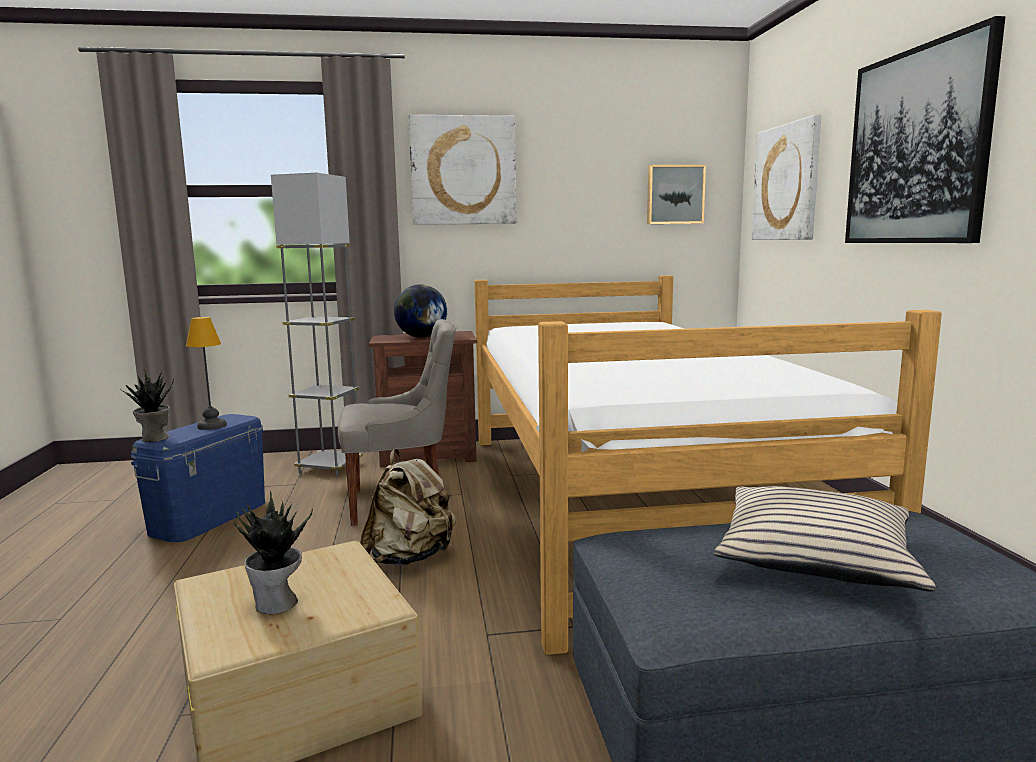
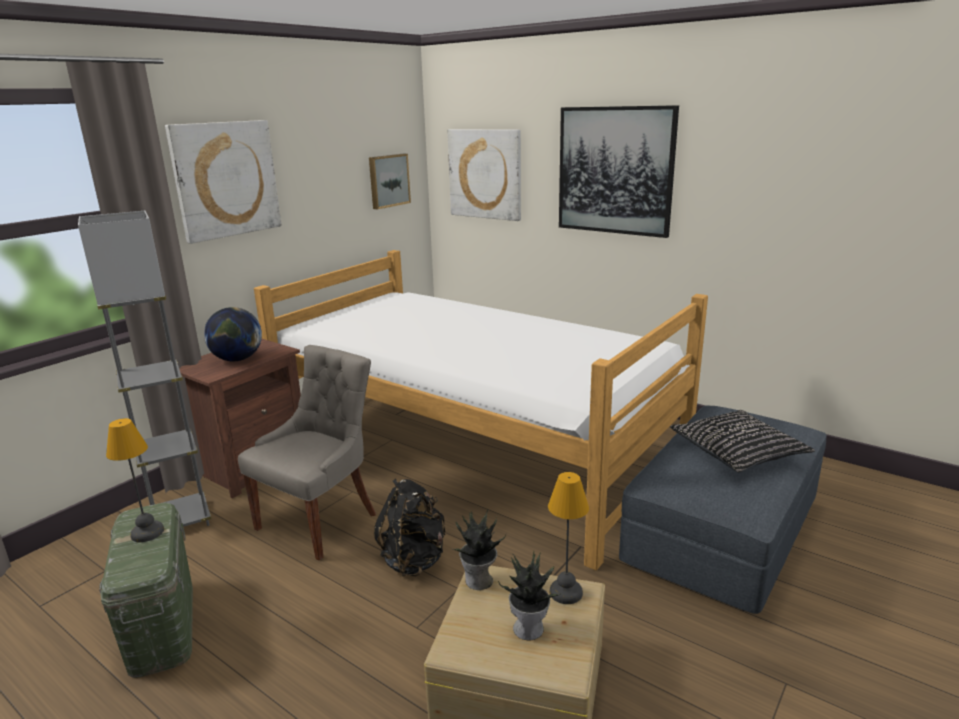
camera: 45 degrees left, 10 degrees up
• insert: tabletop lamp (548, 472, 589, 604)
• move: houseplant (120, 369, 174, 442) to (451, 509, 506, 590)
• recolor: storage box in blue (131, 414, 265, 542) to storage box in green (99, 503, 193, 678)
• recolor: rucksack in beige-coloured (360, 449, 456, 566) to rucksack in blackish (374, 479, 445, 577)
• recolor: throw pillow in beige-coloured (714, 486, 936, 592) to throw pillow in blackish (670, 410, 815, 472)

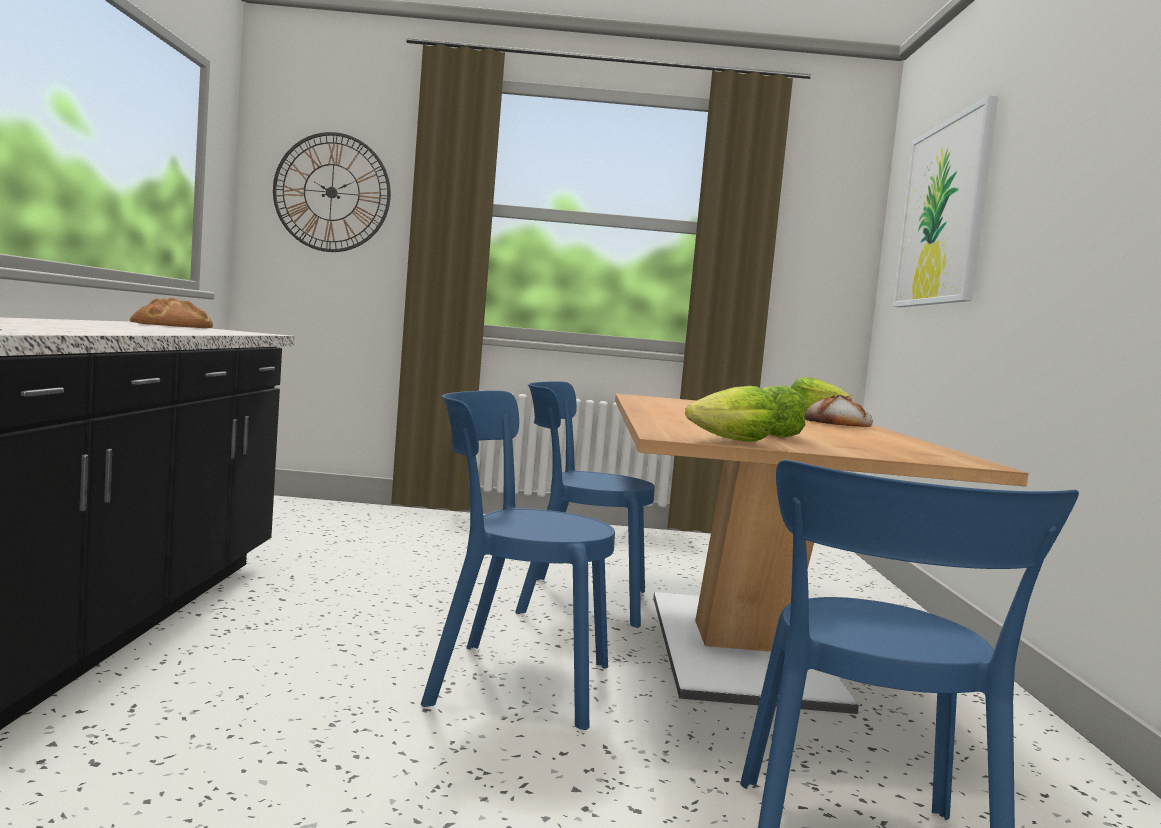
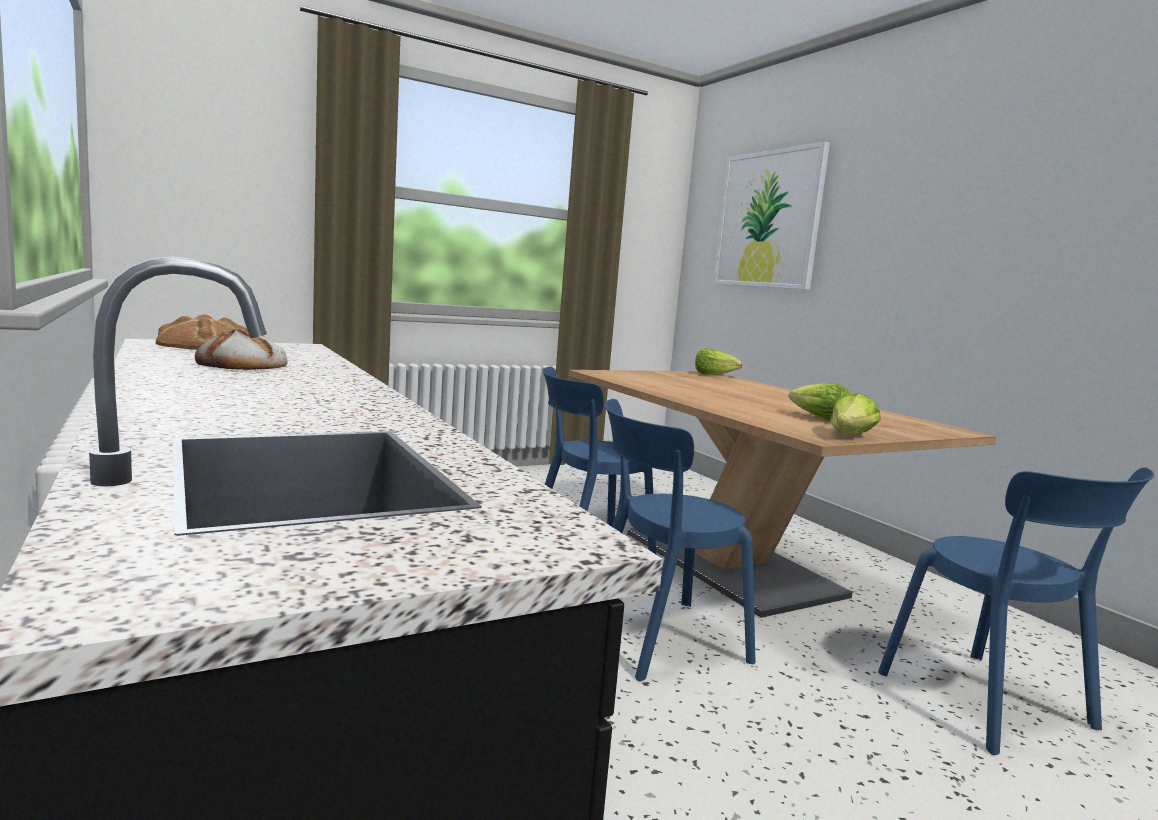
camera: 30 degrees left, 5 degrees up
• delete: hanging clock (273, 132, 391, 252)
• move: bakery bread (805, 395, 873, 427) to (195, 329, 287, 370)

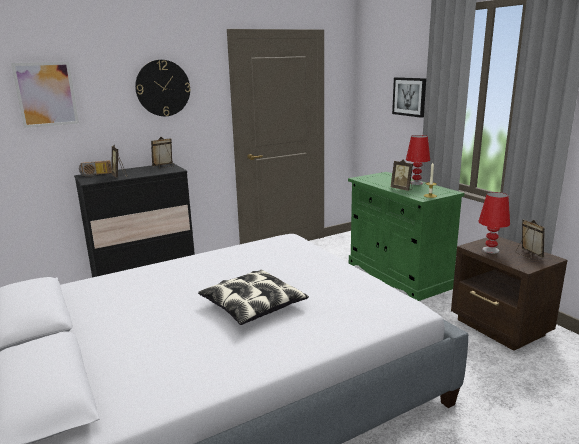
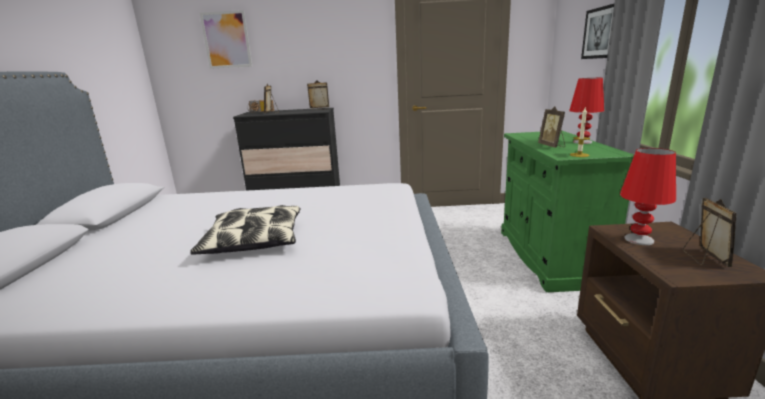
camera: 30 degrees right, 0 degrees up
• delete: hanging clock (135, 60, 190, 116)

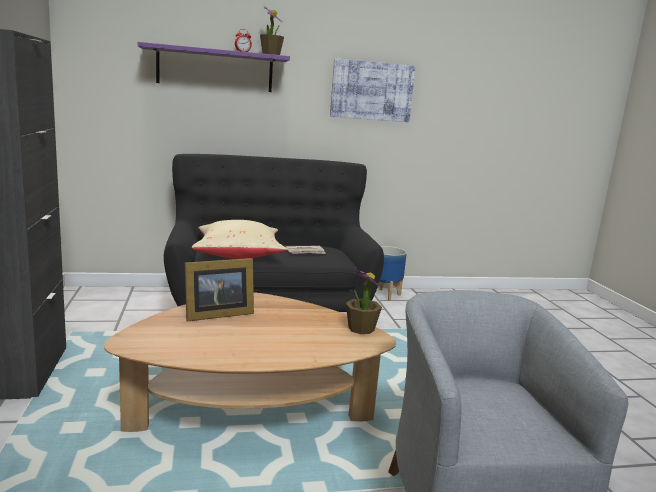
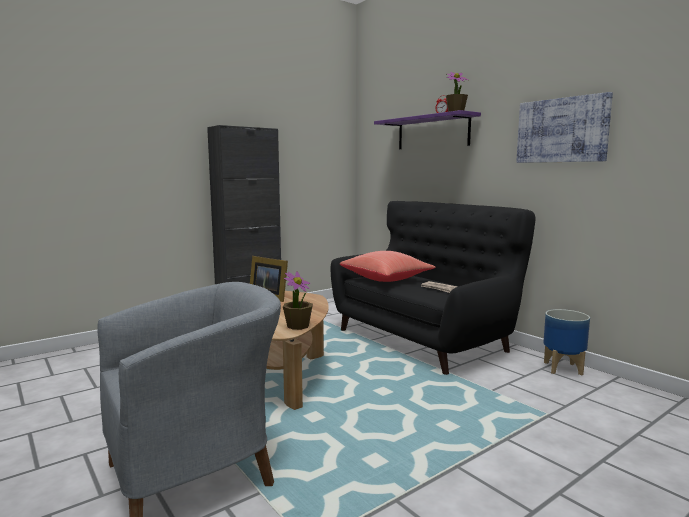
camera: 65 degrees right, 5 degrees down
• recolor: throw pillow in beige-coloured (192, 220, 287, 259) to throw pillow in red-coloured (340, 251, 435, 282)

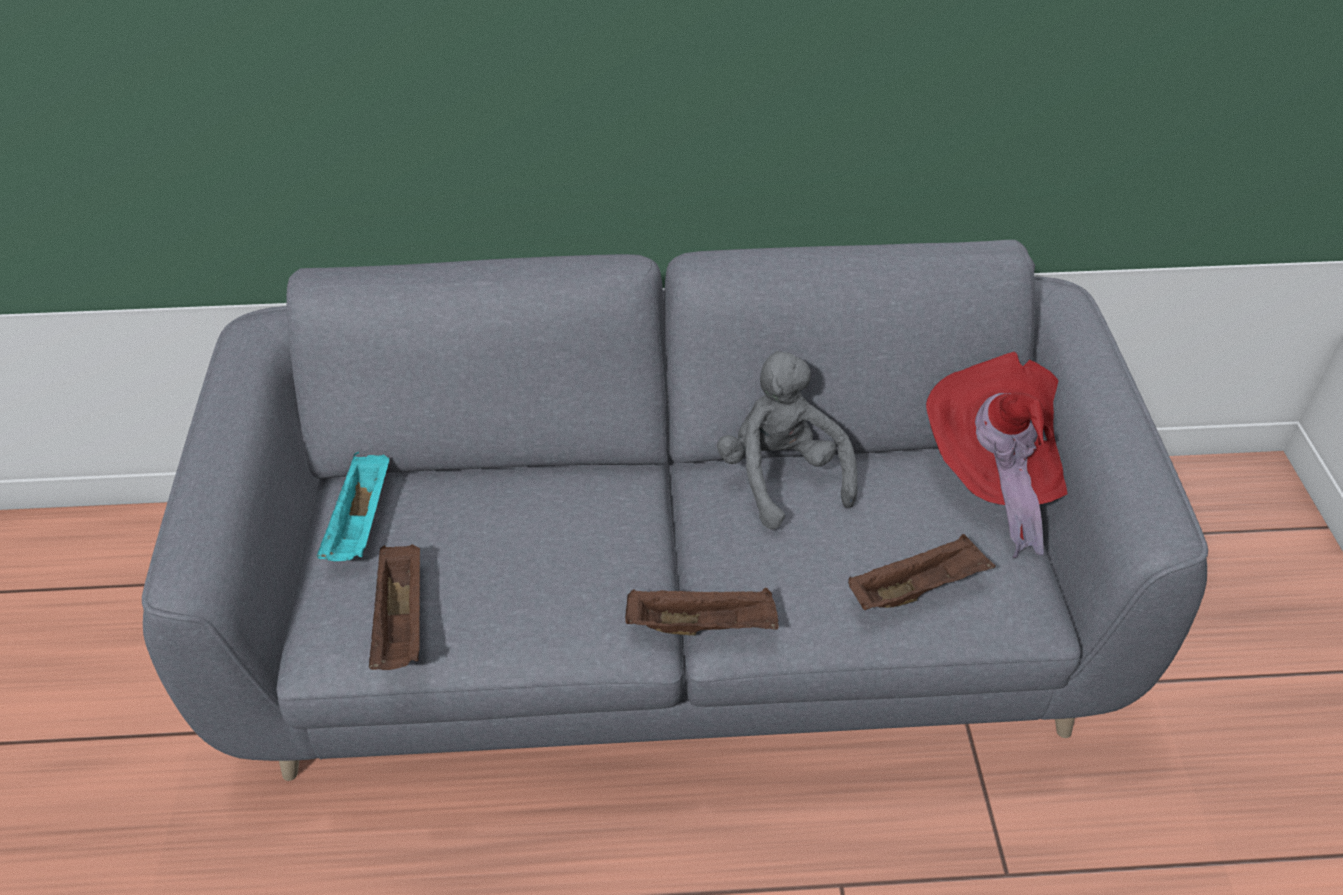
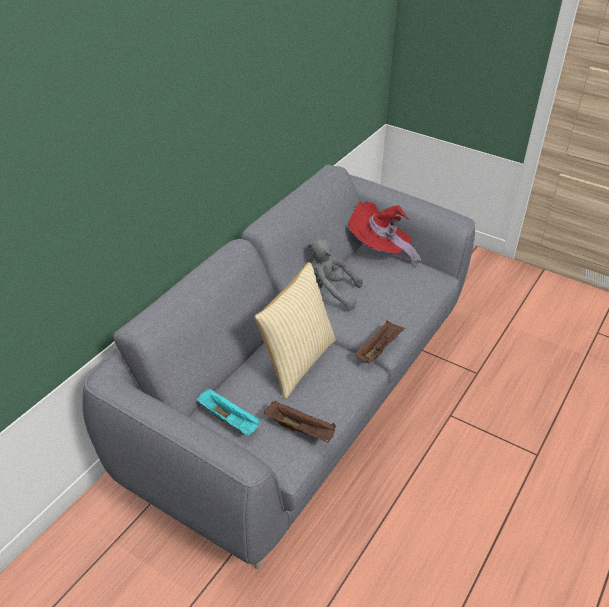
camera: 55 degrees left, 5 degrees down
• delete: serving tray in brown (848, 534, 996, 610)
• insert: throw pillow (254, 262, 336, 399)

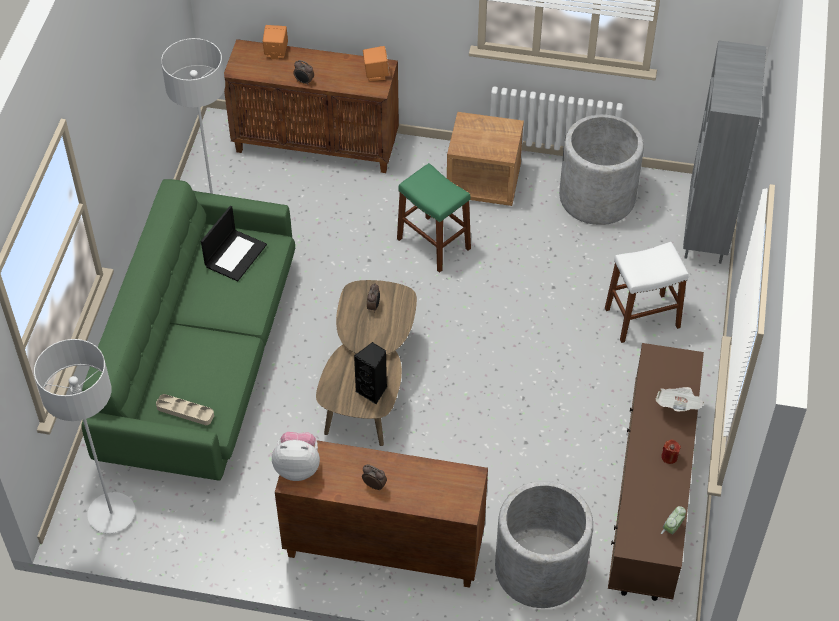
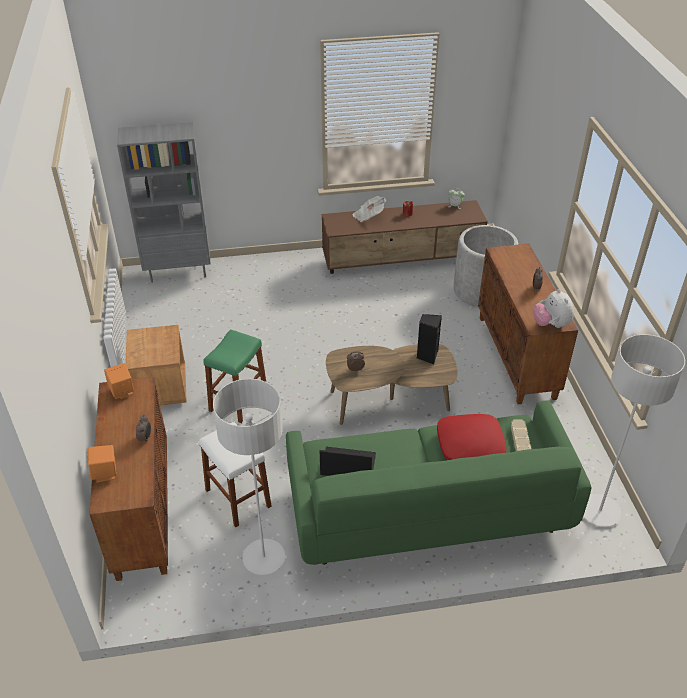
camera: 110 degrees left, 10 degrees down
• delete: plant pot in greyish (559, 114, 644, 225)
• insert: throw pillow in red-coloured (437, 414, 506, 460)
• move: stool in white (605, 242, 689, 343) to (199, 422, 272, 527)

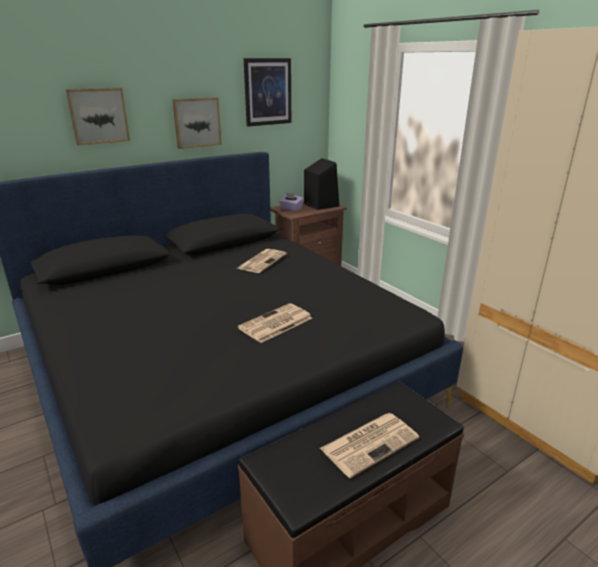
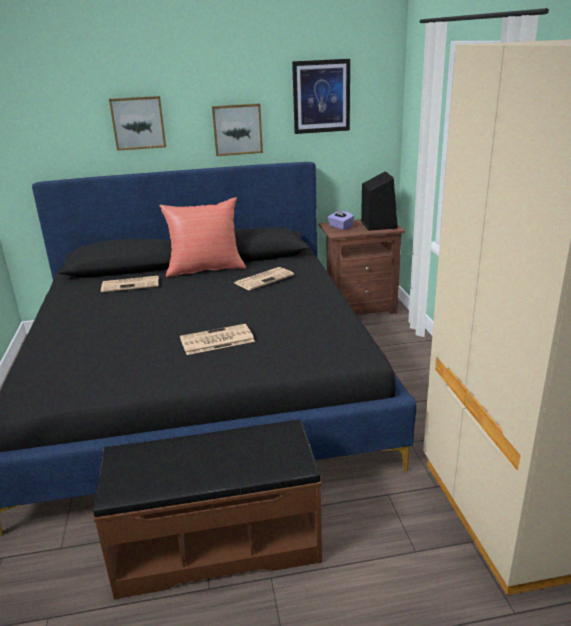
camera: 25 degrees right, 0 degrees up
• insert: throw pillow in red-coloured (160, 197, 246, 277)
• move: daily paper (320, 413, 419, 478) to (101, 276, 159, 292)

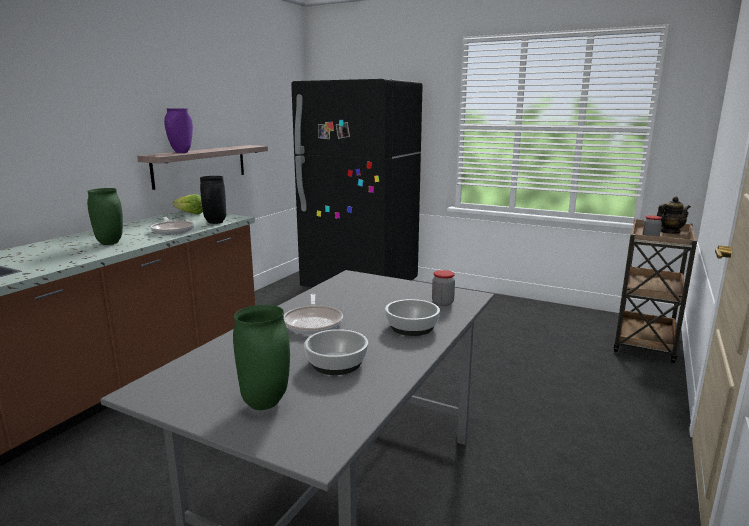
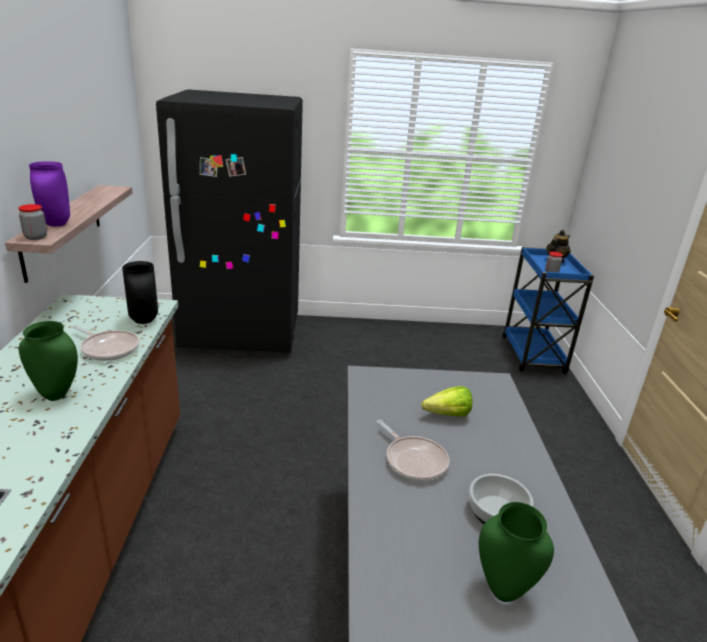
camera: 30 degrees left, 10 degrees up
• delete: bowl (385, 299, 440, 336)
• move: lettuce head (173, 194, 203, 215) to (421, 386, 473, 417)
• move: jar (432, 270, 455, 306) to (18, 204, 47, 240)
• recolor: wheeled cart in brown (614, 219, 697, 363) to wheeled cart in blue (502, 247, 594, 374)

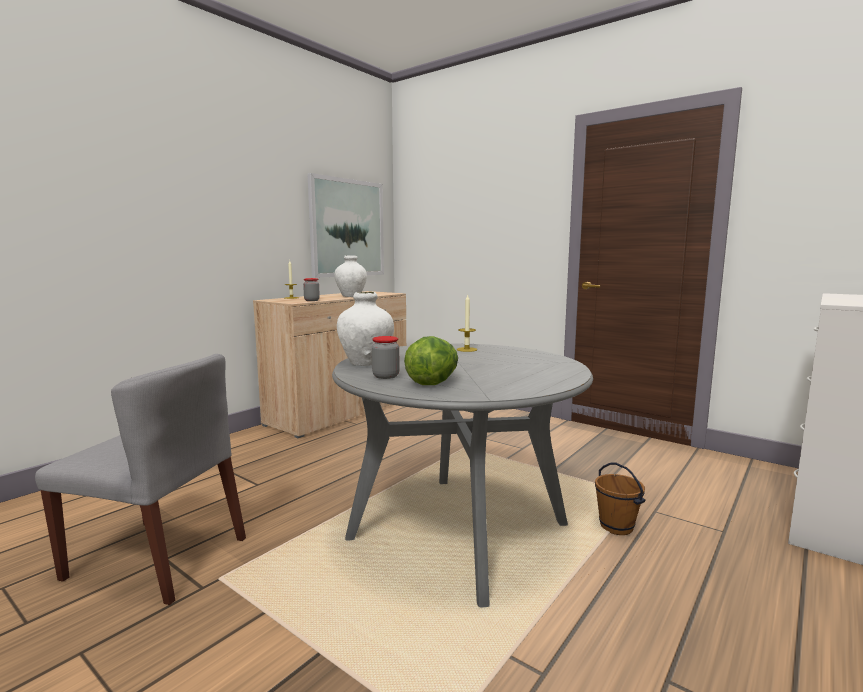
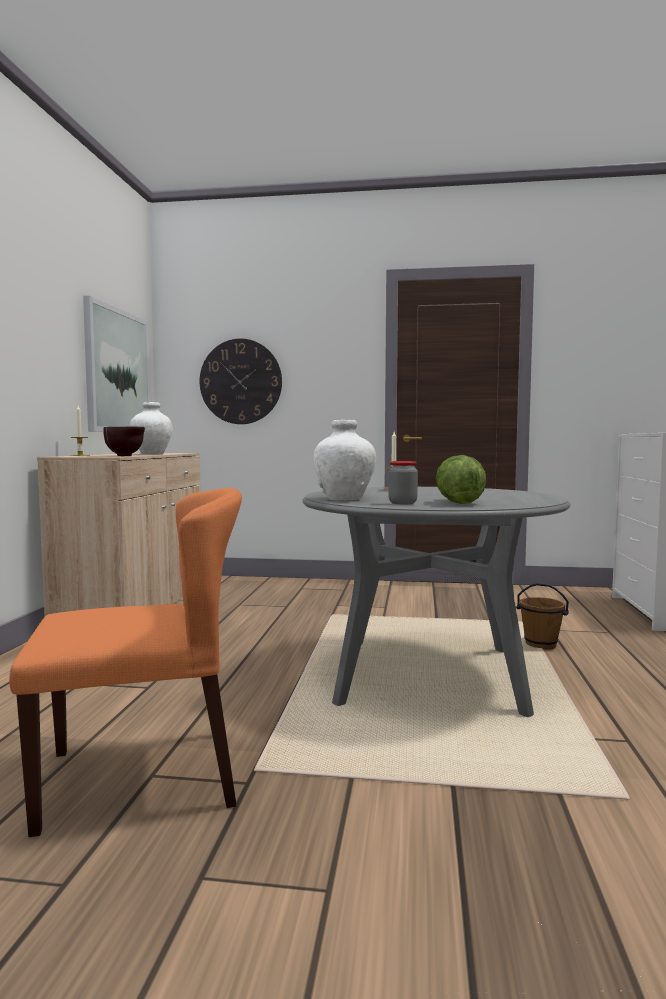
camera: 30 degrees left, 5 degrees down
• insert: hanging clock (199, 339, 282, 424)
• replace: jar (303, 278, 320, 301) to bowl in brown (103, 427, 145, 456)
• recolor: chair in greyish (35, 354, 246, 605) to chair in orange-coloured (9, 488, 242, 837)

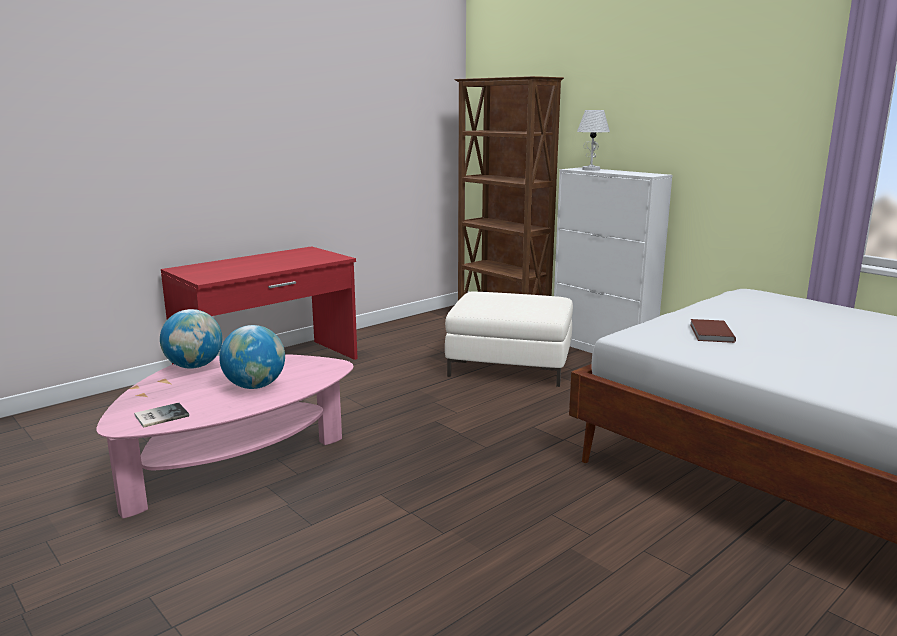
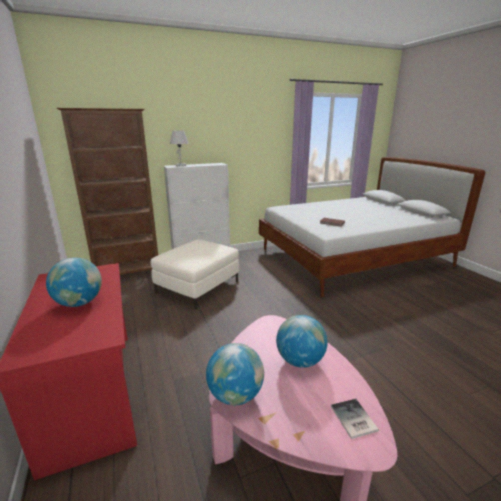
camera: 70 degrees left, 5 degrees up
• insert: globe (46, 258, 102, 307)

